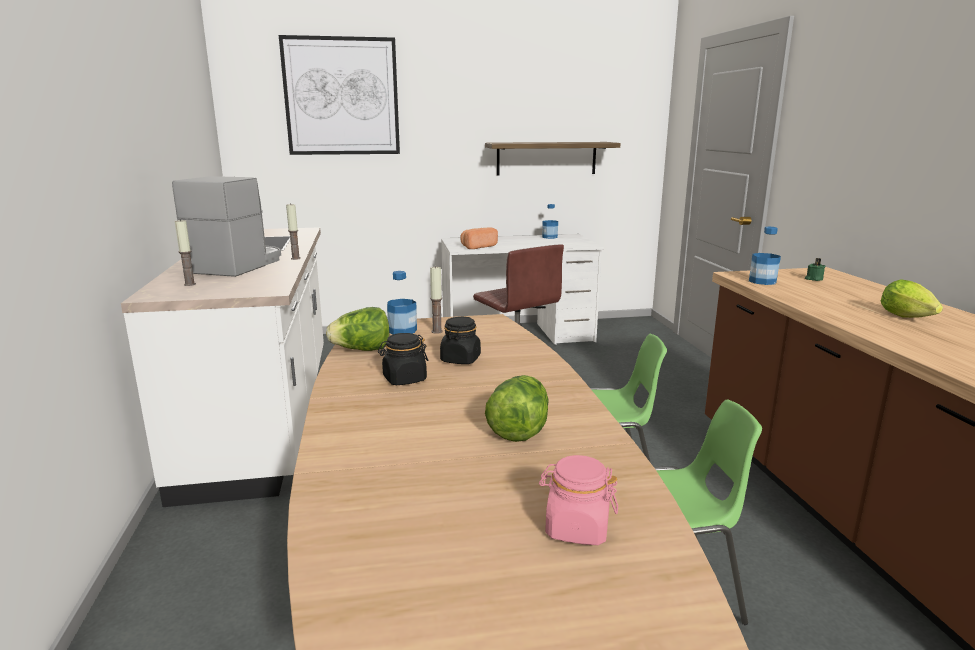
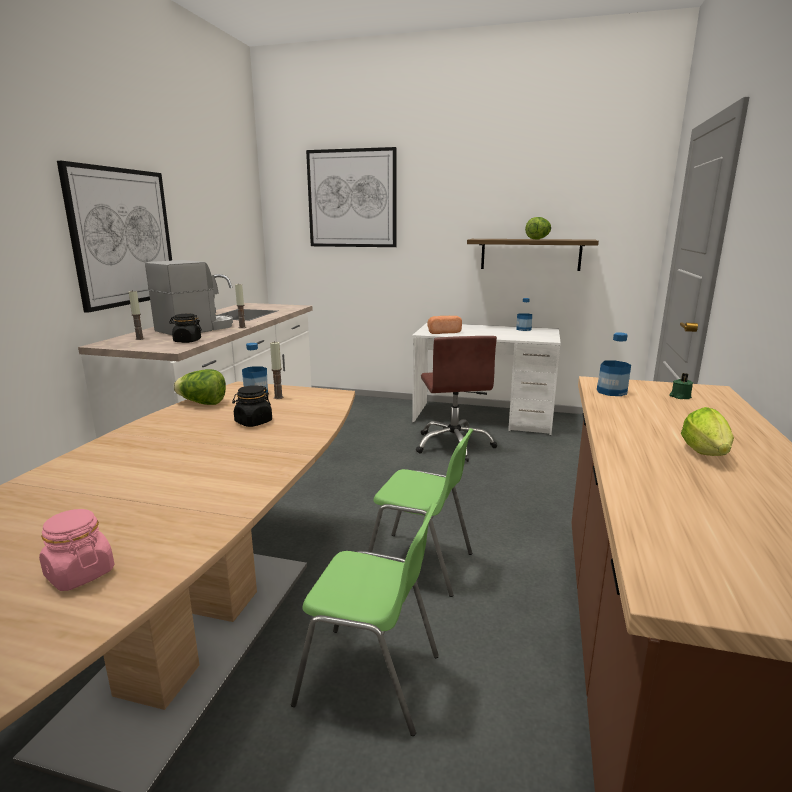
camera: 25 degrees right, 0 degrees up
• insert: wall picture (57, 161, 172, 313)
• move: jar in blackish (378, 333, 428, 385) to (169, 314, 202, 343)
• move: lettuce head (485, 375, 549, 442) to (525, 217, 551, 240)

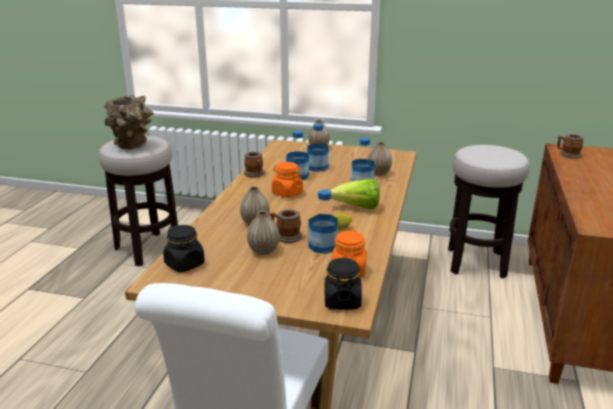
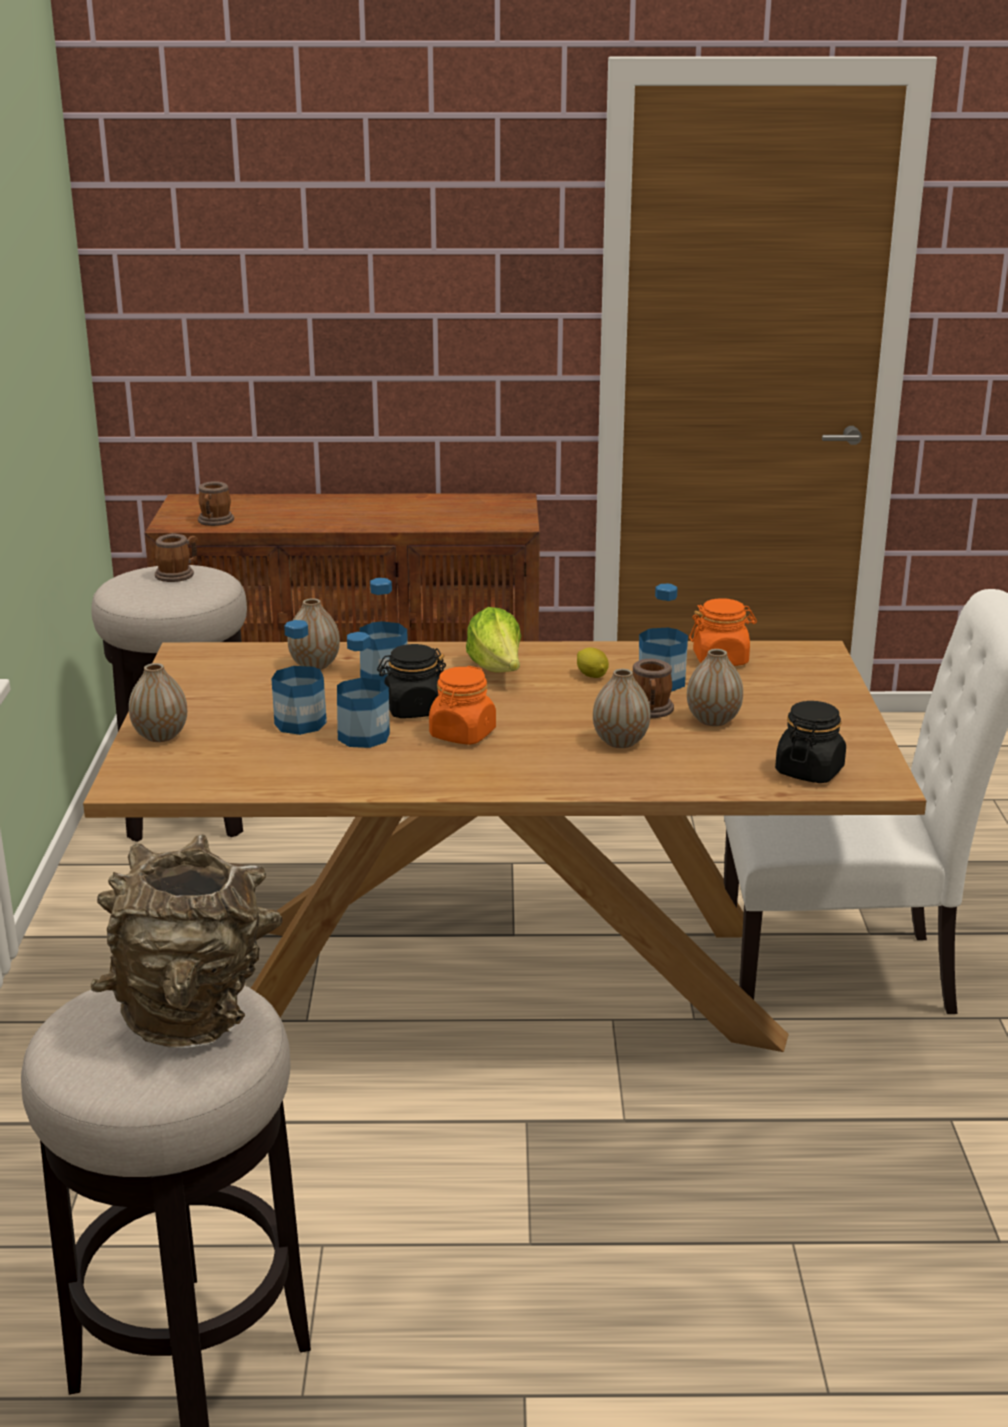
camera: 105 degrees left, 0 degrees up
• move: tea mug (244, 152, 264, 177) to (155, 533, 198, 582)
• move: jar in blackish (325, 258, 362, 310) to (377, 644, 446, 718)

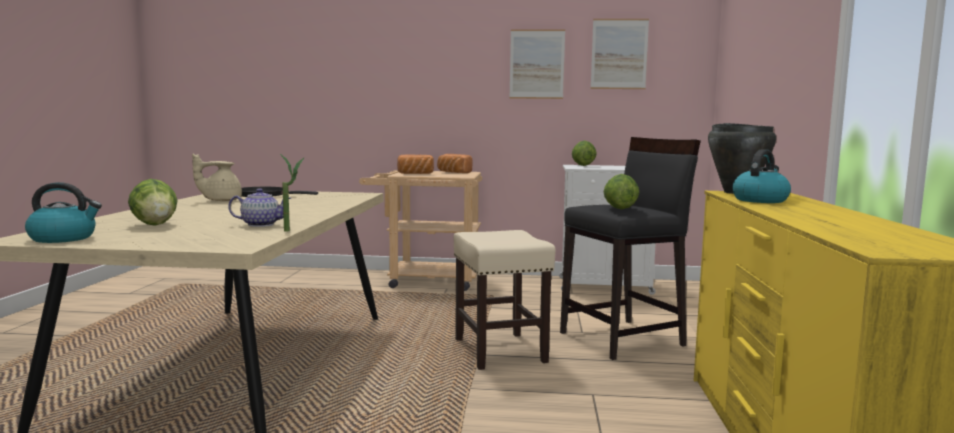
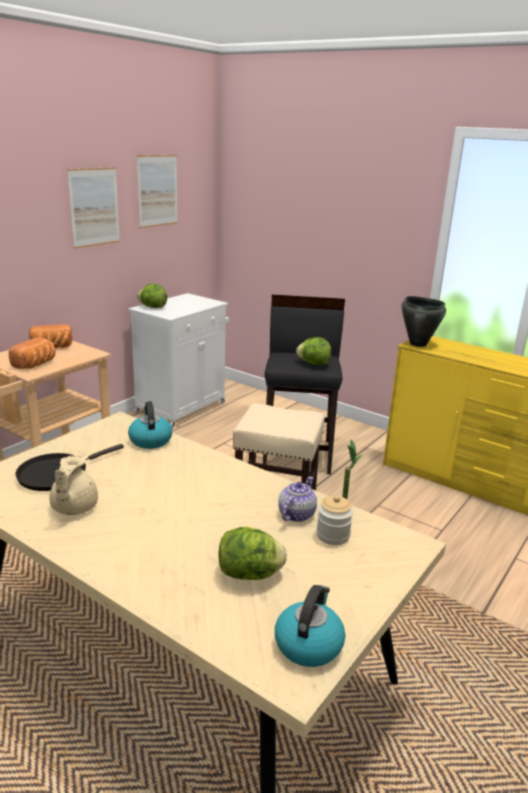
camera: 60 degrees left, 15 degrees up
• insert: jar (316, 495, 353, 545)
• move: water kettle (732, 149, 791, 203) to (128, 401, 172, 449)

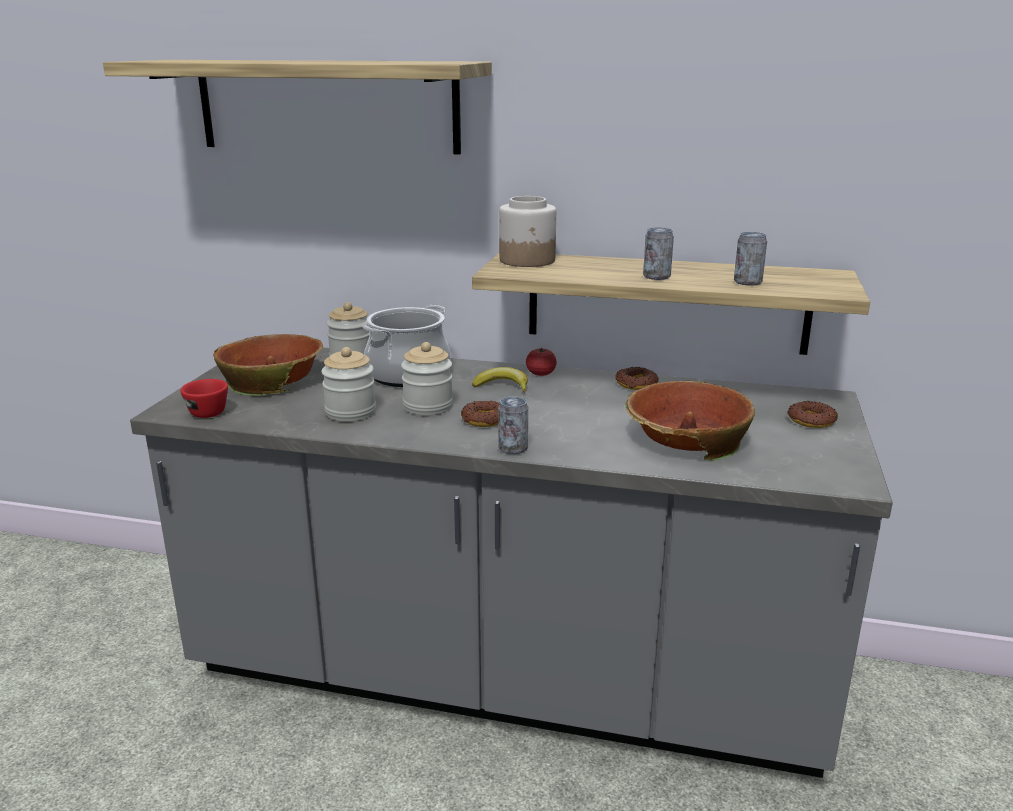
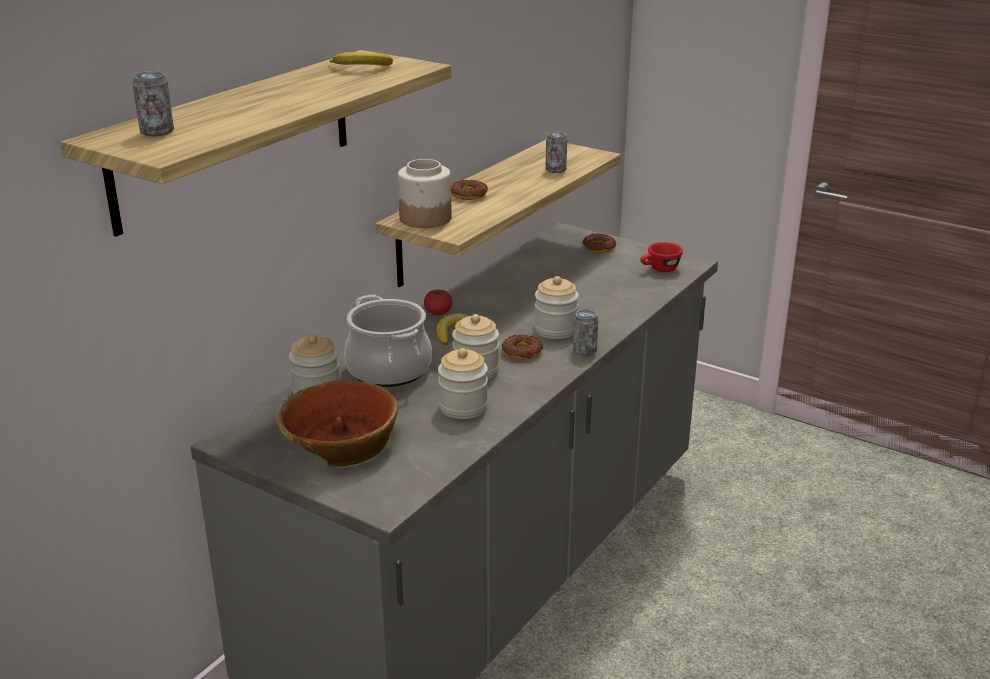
camera: 70 degrees left, 5 degrees up
• delete: bowl (625, 381, 755, 460)
• insert: banana fruit (330, 52, 393, 66)
• insert: jar (534, 276, 579, 339)
• move: drinking cup in red-coloured (180, 379, 228, 418) to (640, 242, 683, 272)
• move: doughnut (615, 367, 658, 390) to (451, 180, 488, 200)
• move: can (643, 227, 674, 280) to (132, 71, 174, 136)

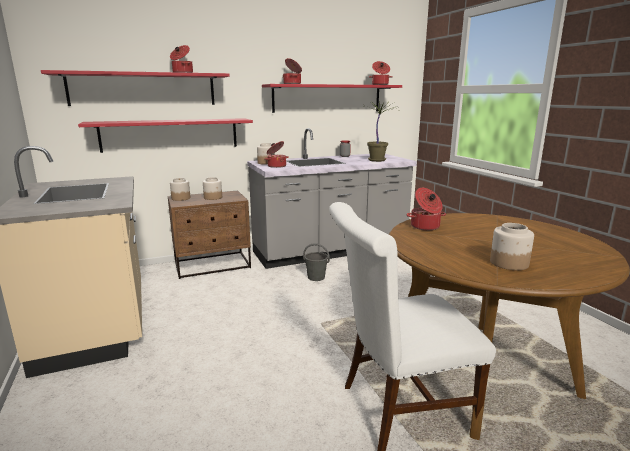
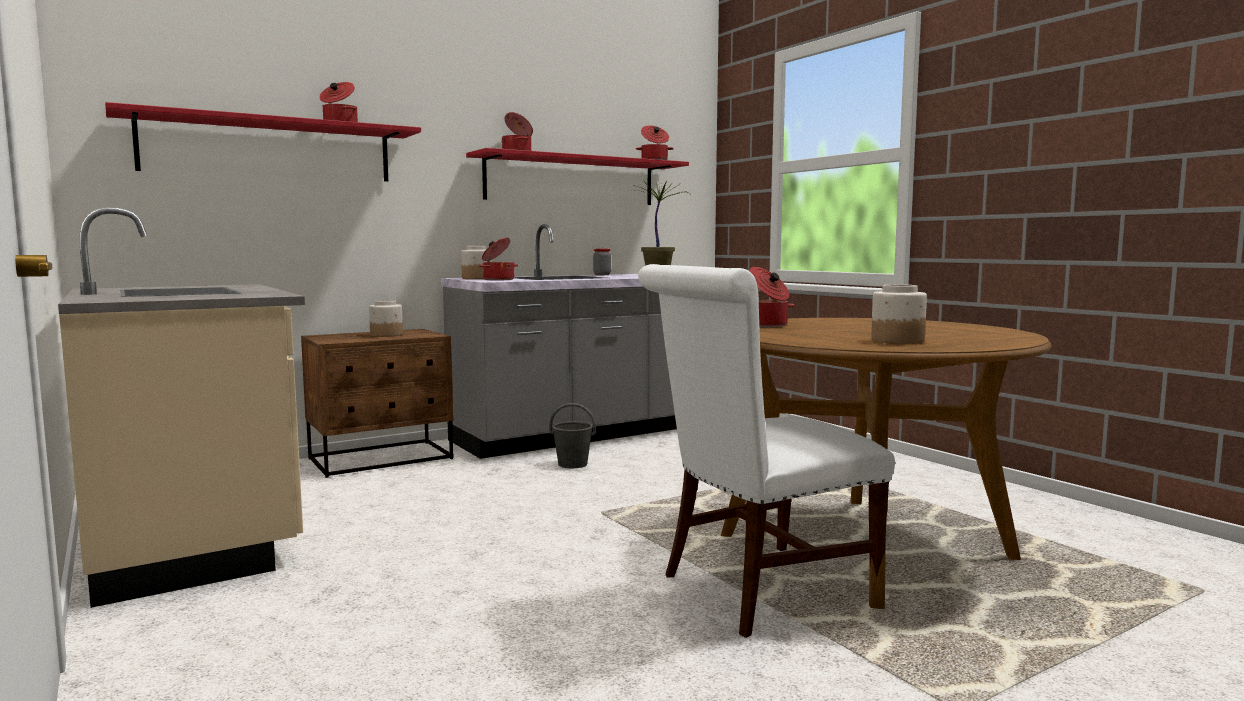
camera: 10 degrees left, 10 degrees down
• delete: wall shelf in red-coloured (78, 118, 253, 153)
• delete: jar (170, 178, 190, 201)

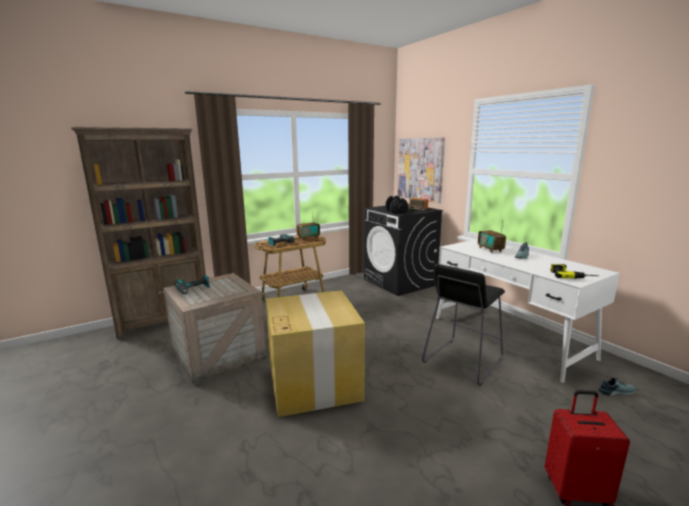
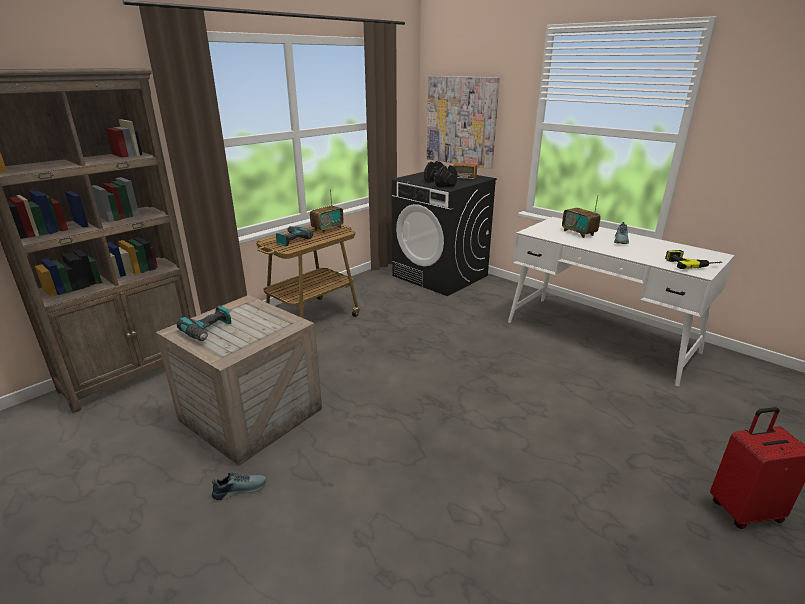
camera: 15 degrees left, 10 degrees up
• delete: carton (266, 290, 365, 417)
• delete: stool in blackish (422, 264, 505, 386)
• move: shoe (599, 377, 635, 396) to (212, 472, 266, 500)

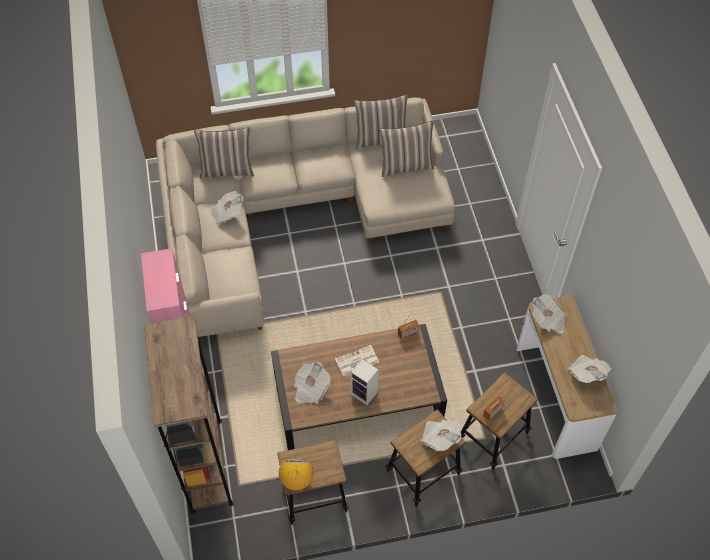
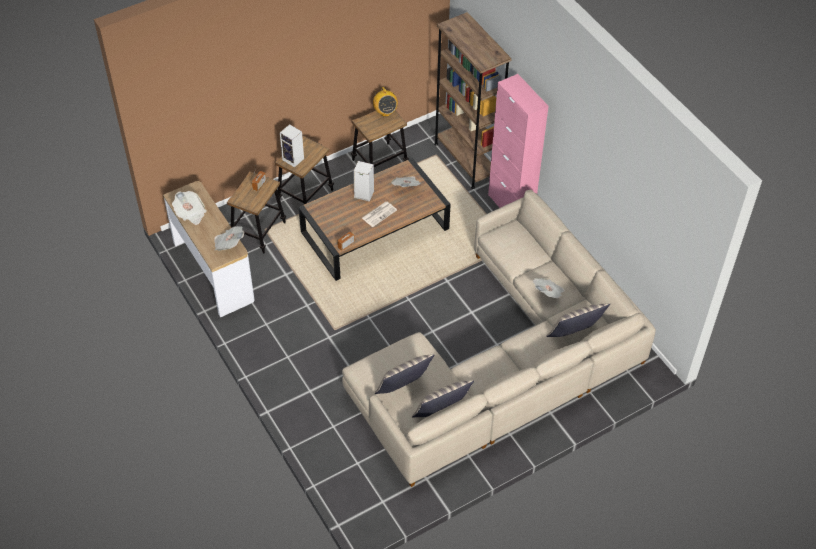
camera: 160 degrees right, 5 degrees down
• replace: daily paper (421, 419, 462, 451) to audio speaker (280, 124, 304, 168)

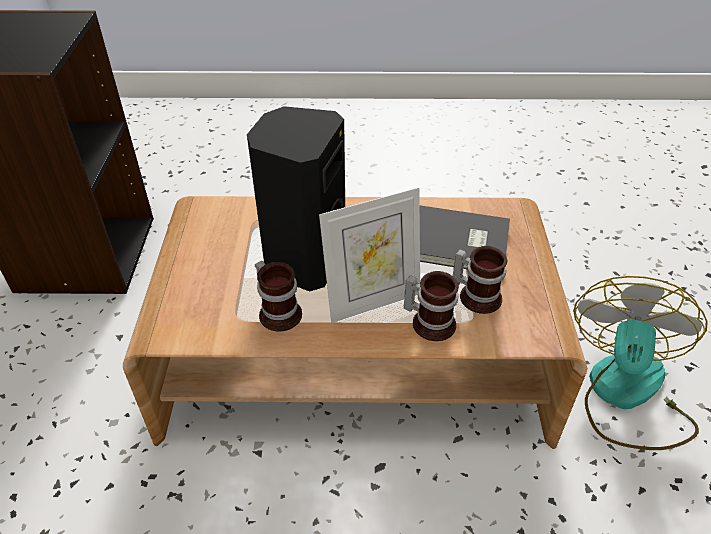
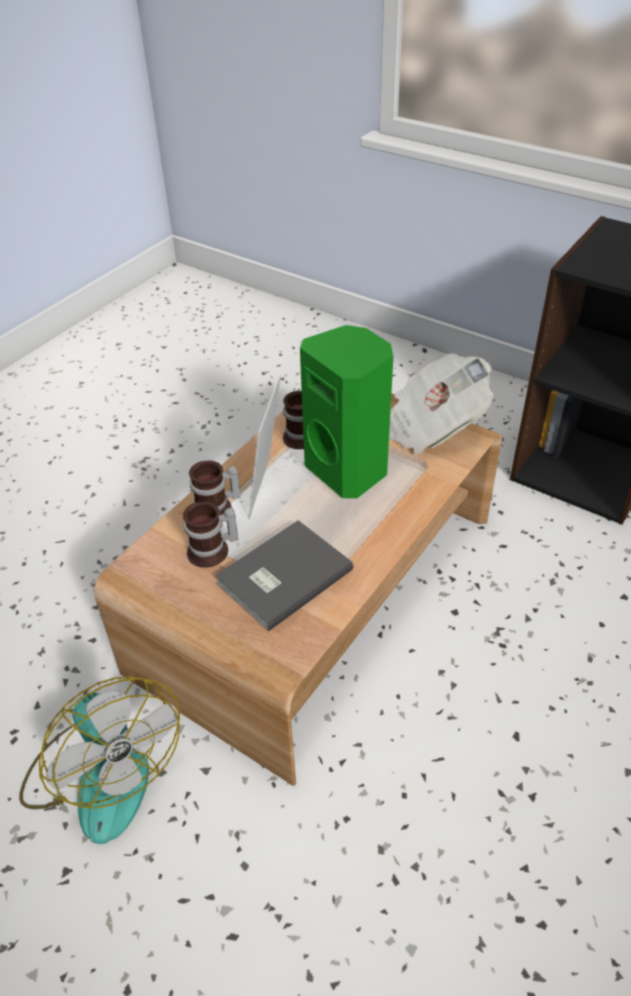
camera: 125 degrees right, 0 degrees up
• insert: daily paper (389, 353, 493, 454)
• recolor: audio speaker in blackish (247, 106, 345, 292) to audio speaker in green (300, 325, 393, 498)

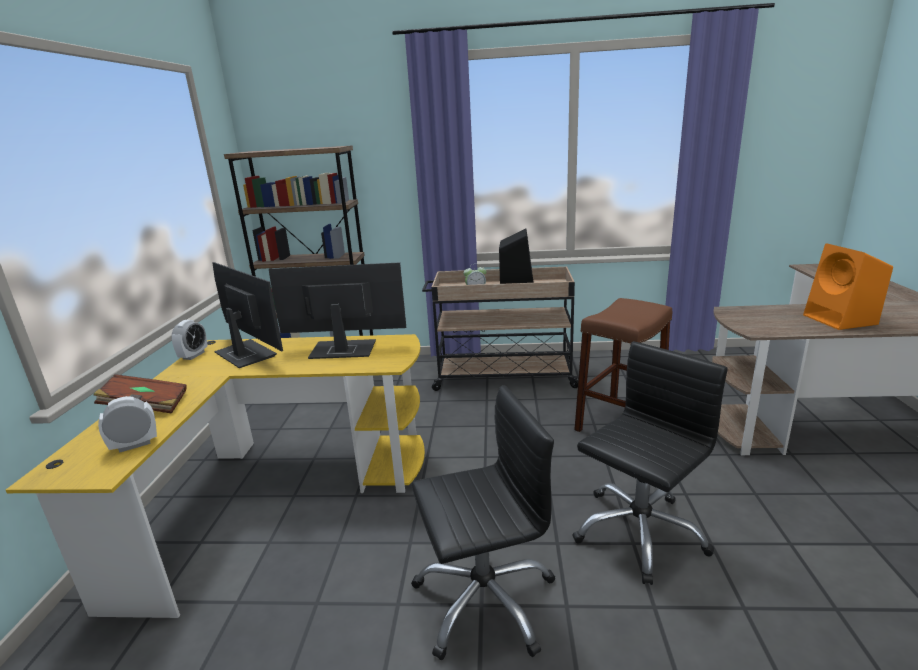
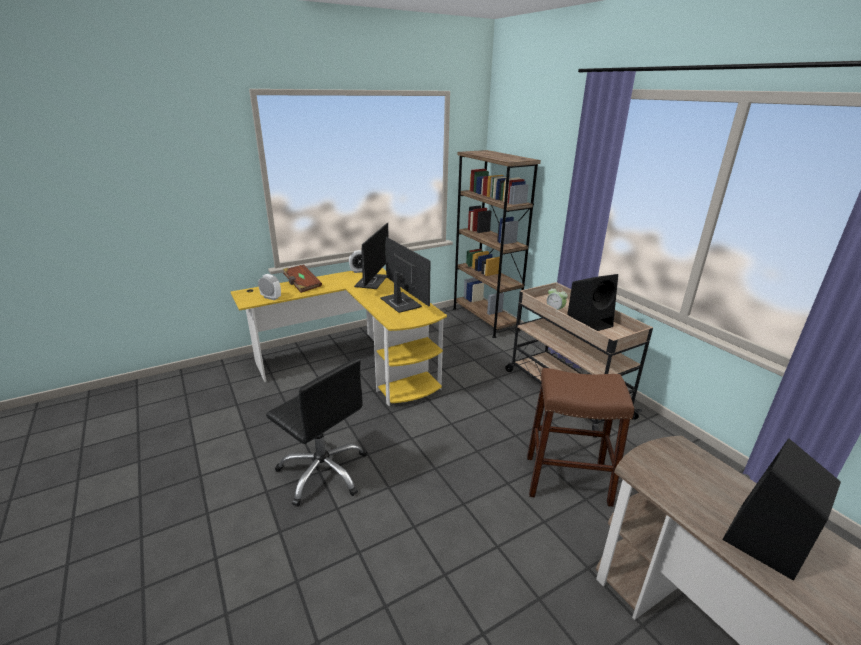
camera: 55 degrees right, 5 degrees up
• delete: office chair in blackish (572, 341, 728, 585)
• recolor: audio speaker in orange-coloured (803, 243, 893, 330) to audio speaker in blackish (722, 438, 841, 581)

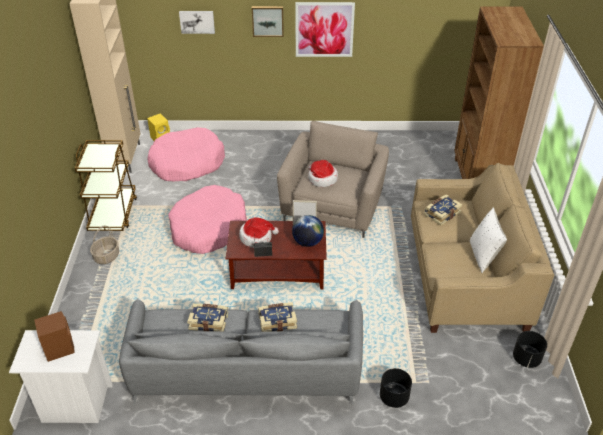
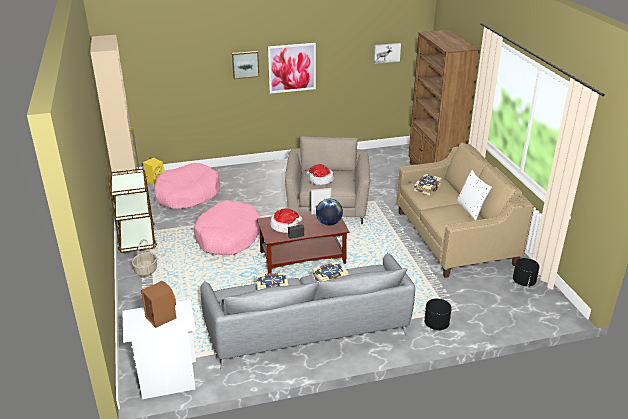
camera: 15 degrees left, 10 degrees down
• move: wall picture (179, 11, 215, 34) to (374, 43, 401, 64)

